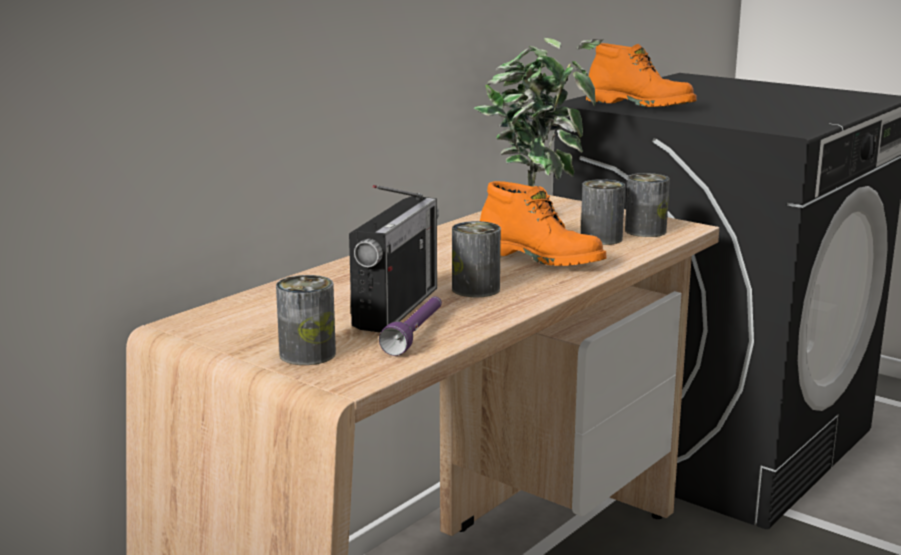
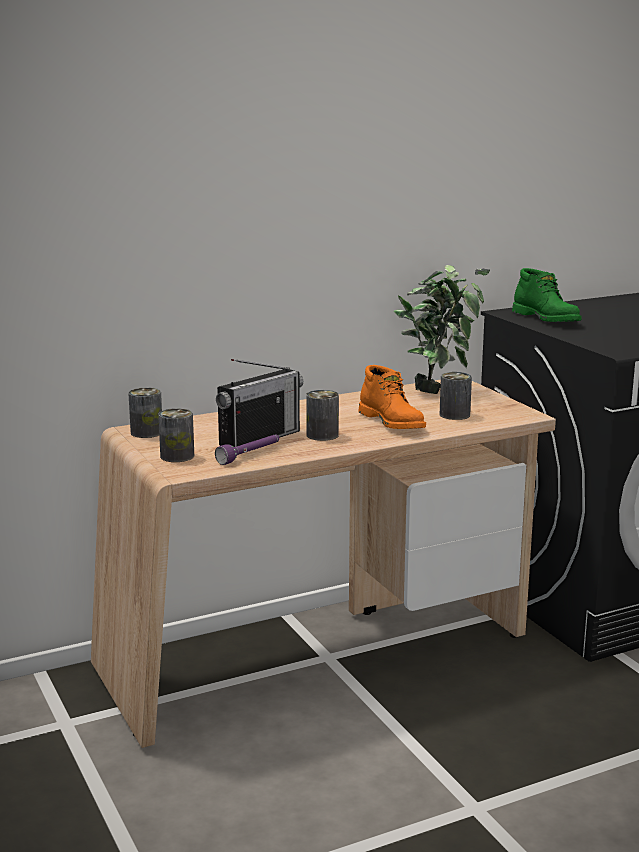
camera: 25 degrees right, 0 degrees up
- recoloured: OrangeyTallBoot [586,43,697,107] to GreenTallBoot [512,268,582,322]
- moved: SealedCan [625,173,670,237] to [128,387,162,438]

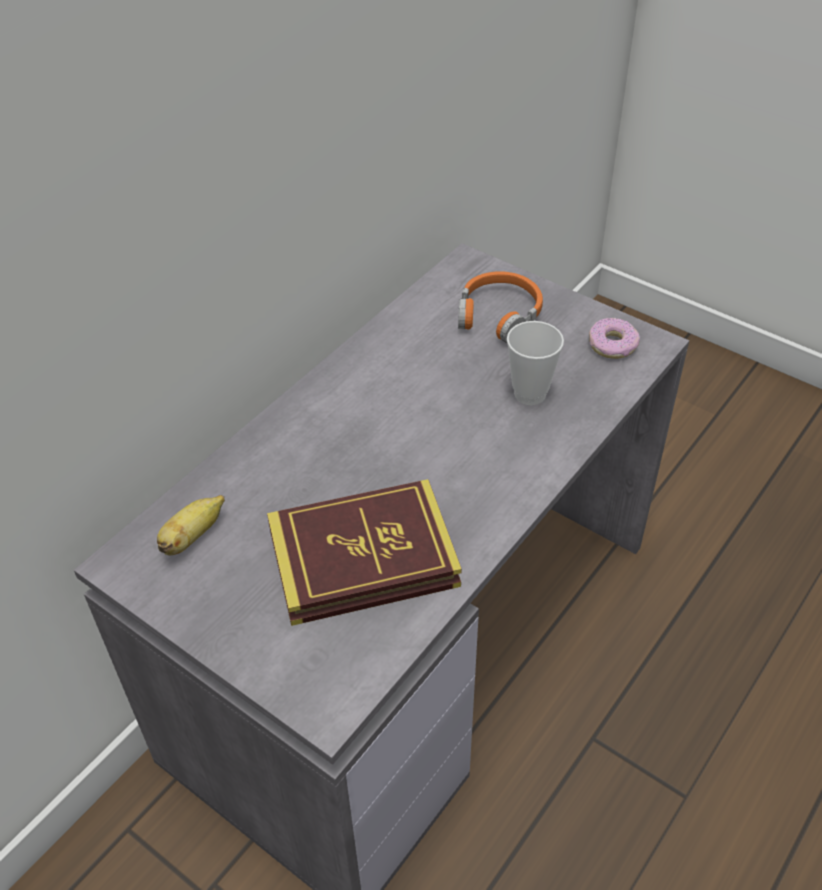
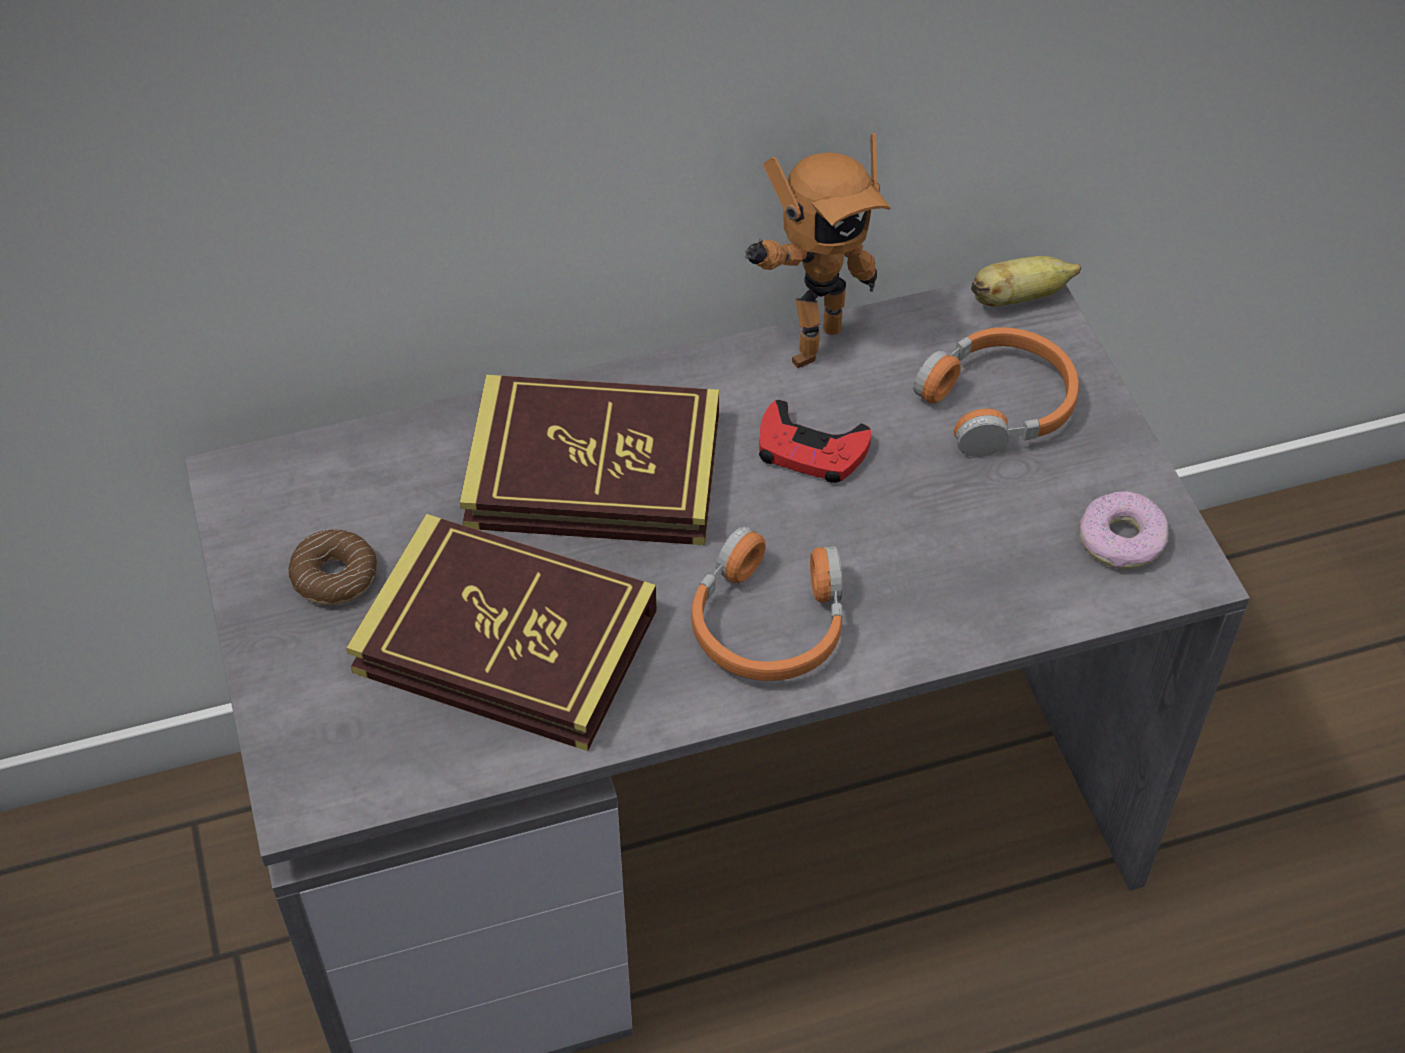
camera: 35 degrees right, 5 degrees up
- removed: DrinkingCup [507,321,564,405]
- moved: Banana [157,495,225,556] to [971,256,1081,307]
- added: ToyRobot [745,133,891,368]
- added: Volume [460,375,719,545]
- added: RedColouredGamepad [759,400,871,483]
- added: OrangeyHeadphones [691,526,843,681]
- added: Donut [288,530,377,605]

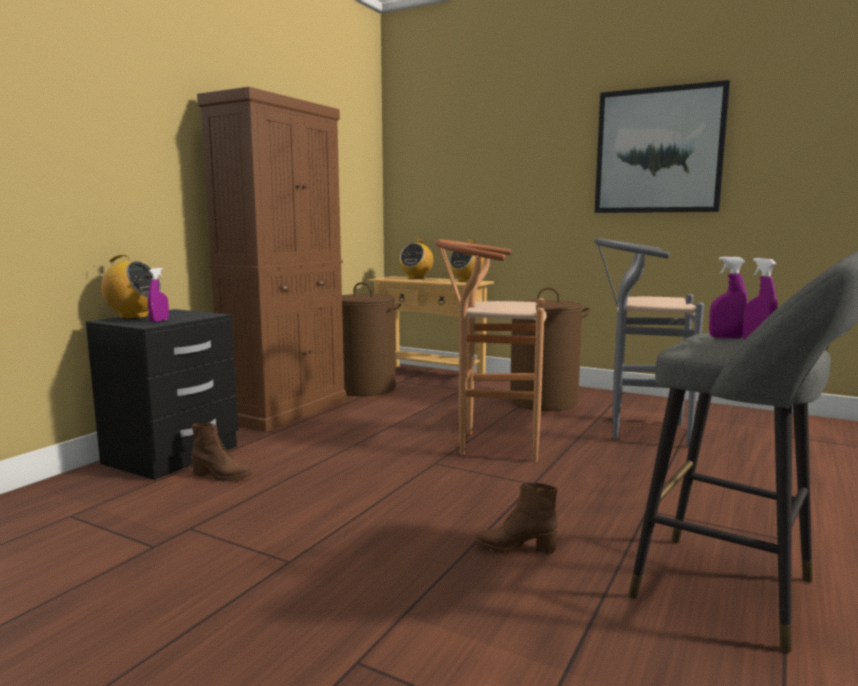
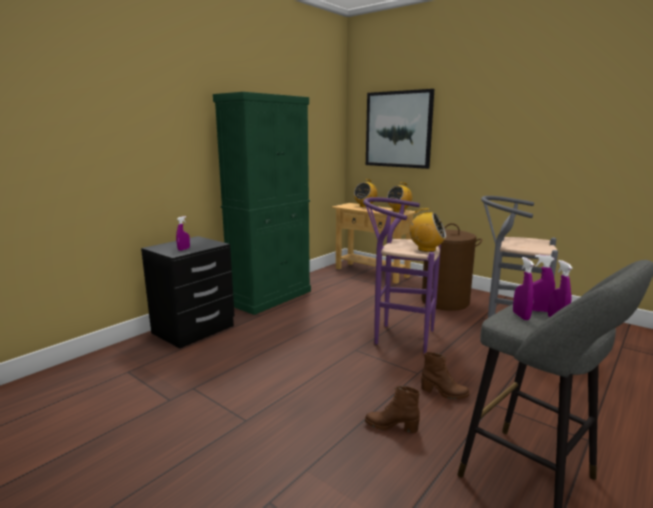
camera: 10 degrees right, 5 degrees up
- moved: Picture [595,80,730,213] to [366,89,434,169]
- recoloured: BrownColouredStorageCabinet [197,87,346,432] to GreenStorageCabinet [213,92,311,315]
- recoloured: BrownColouredStool [436,240,547,462] to PurpleStool [363,197,441,354]
- moved: RadioReceiver [94,255,161,319] to [408,208,446,252]
- removed: BrownColouredWashingBasket [342,282,401,396]
- moved: BrownColouredTallBoot [192,423,251,481] to [421,352,470,399]
- added: PurpleHandSprayer [513,257,534,320]

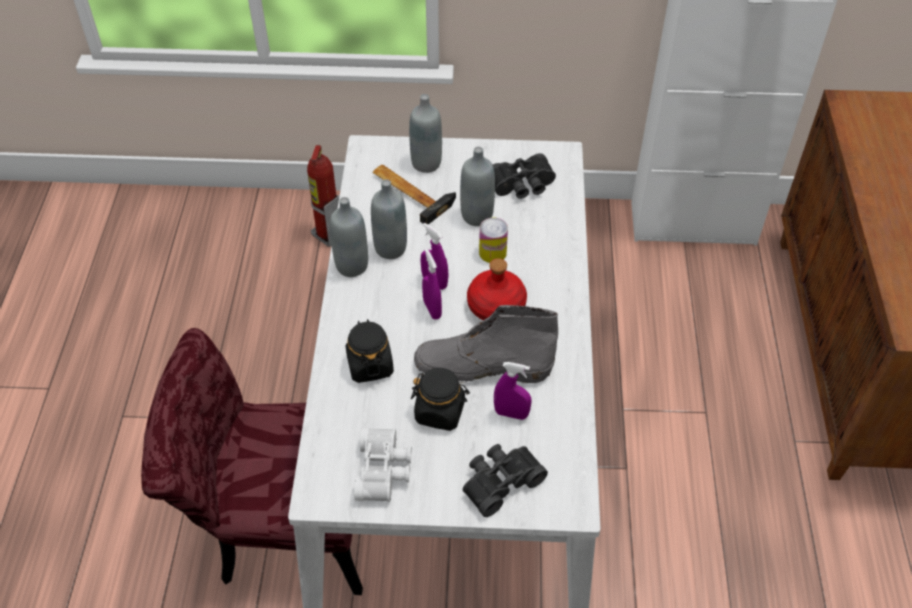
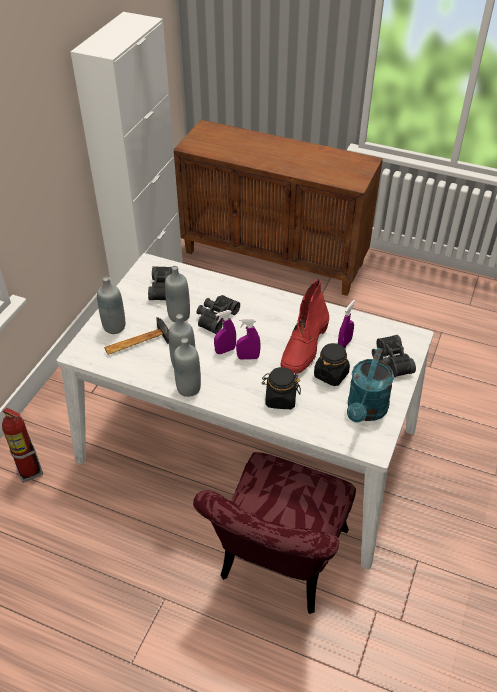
camera: 70 degrees left, 5 degrees down
- replaced: SealedCan [479,218,508,263] to BlackishBinoculars [197,295,240,334]
- removed: RedColouredBeverageBottle [467,258,527,320]
- recoloured: GrayTallBoot [414,305,558,383] to RedColouredTallBoot [280,279,329,374]
- replaced: WhitishBinoculars [354,428,412,502] to BlueGreenWateringPot [347,348,394,422]

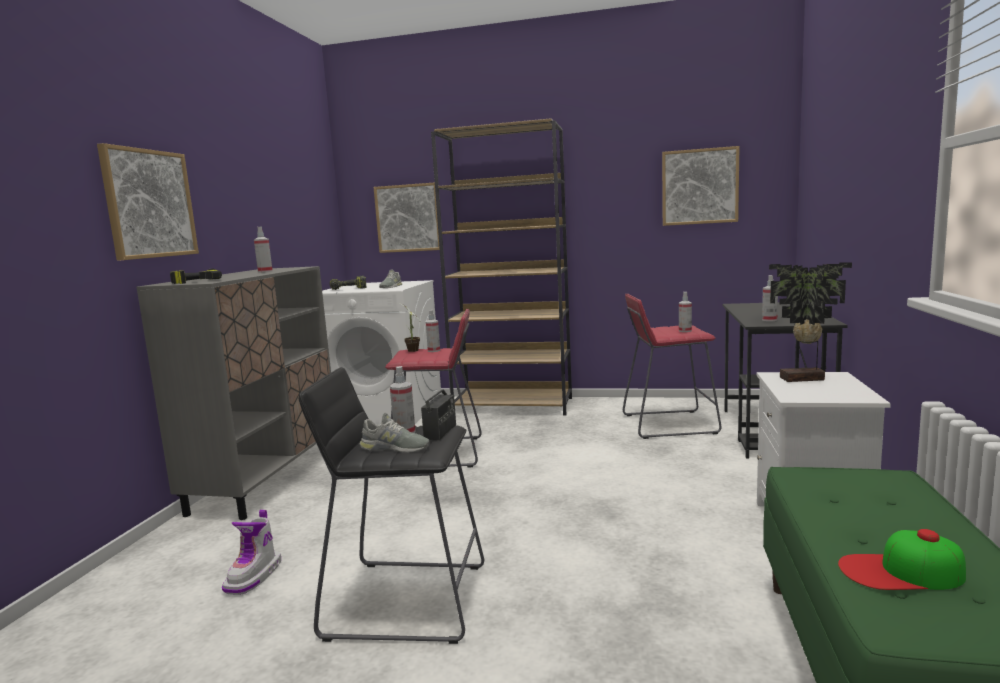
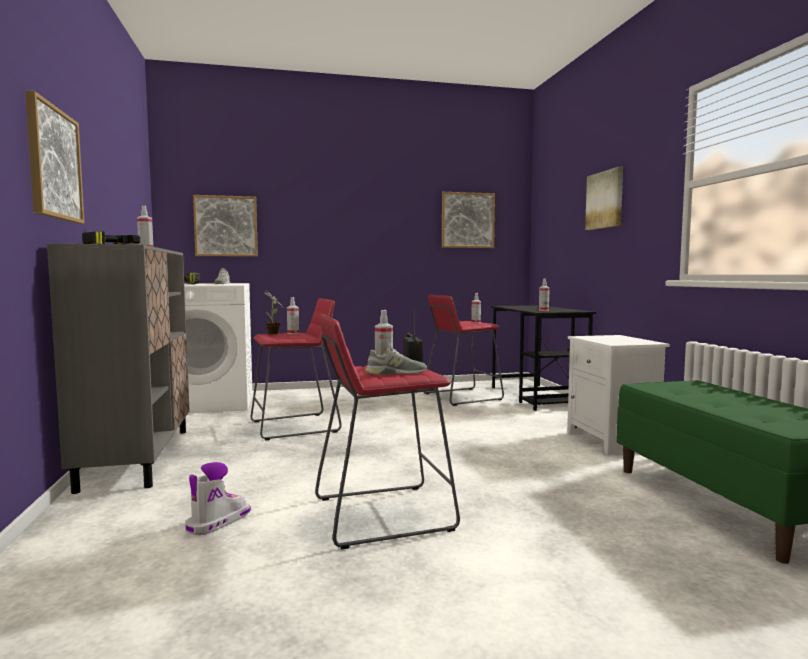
camera: 25 degrees left, 5 degrees down
- removed: BrownColouredBookcase [431,118,572,416]
- removed: PottedPlant [769,262,852,382]
- recoloured: BlackishStool [299,367,484,644] to RedColouredStool [315,314,460,549]
- turned: TallBoot [222,510,281,595] = [185,462,251,535] 135 degrees counterclockwise
- removed: Cap [838,529,966,590]
- added: Picture [585,166,623,230]

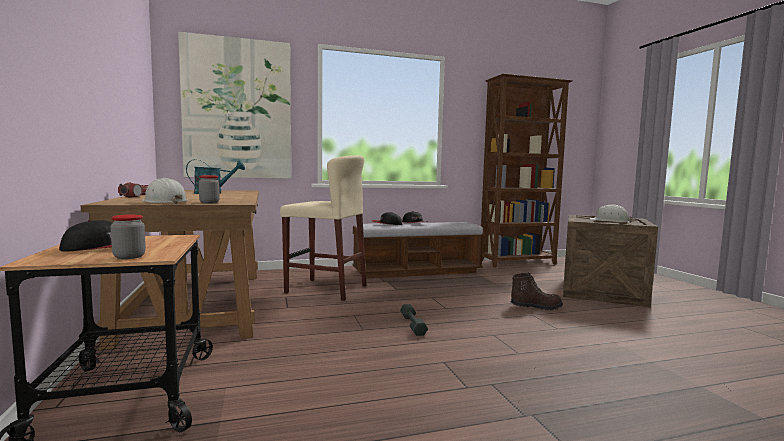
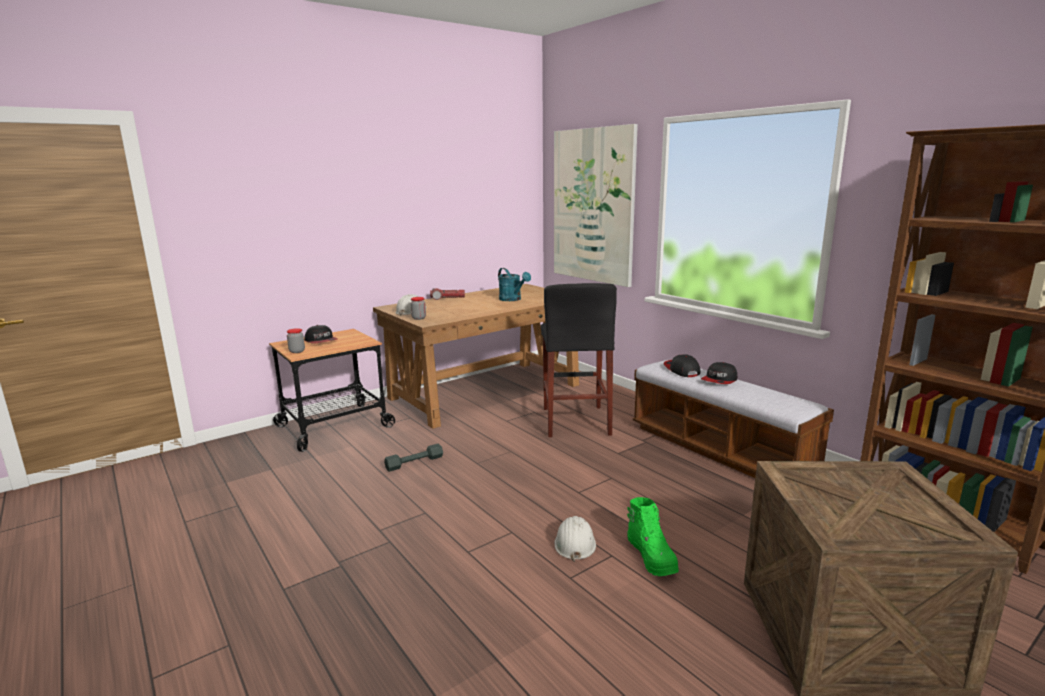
camera: 70 degrees right, 10 degrees up
- recoloured: SandColouredStool [280,155,367,301] to BlackishStool [541,283,617,437]
- moved: WhitishSafetyHelmet [590,205,633,222] to [554,516,596,562]
- recoloured: BrownColouredTallBoot [511,272,563,311] to GreenTallBoot [627,497,679,576]
- moved: GrayFreeWeight [400,304,428,336] to [384,444,443,472]

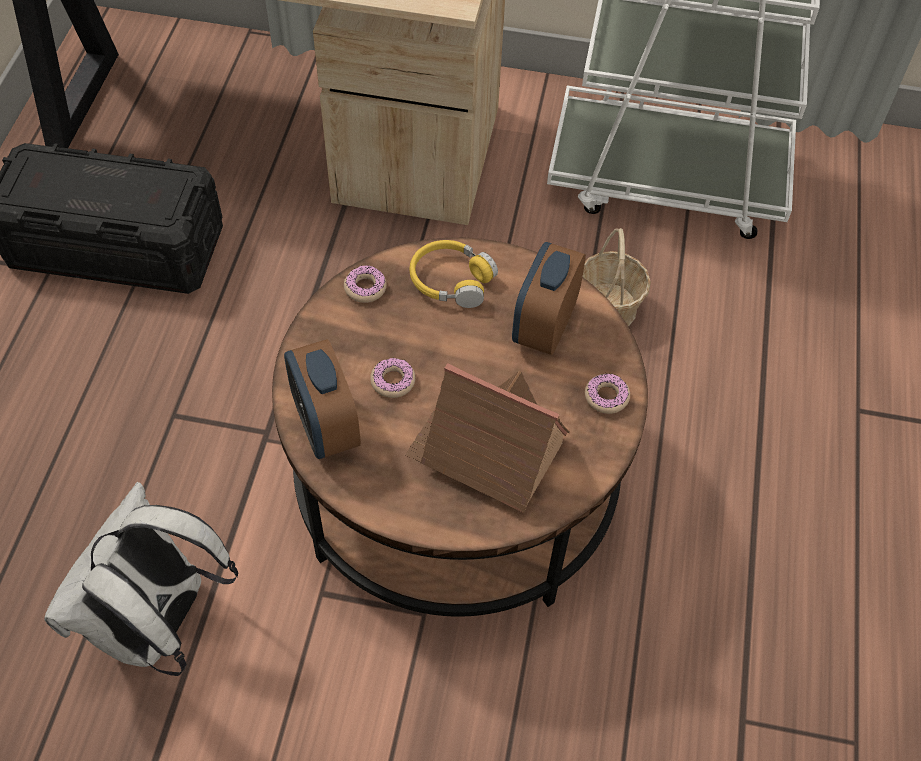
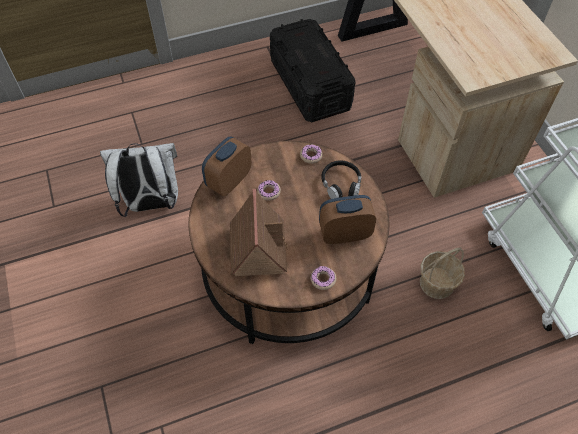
camera: 60 degrees right, 0 degrees up
- recoloured: YellowishHeadphones [410,240,498,308] to BlackishHeadphones [321,160,361,199]

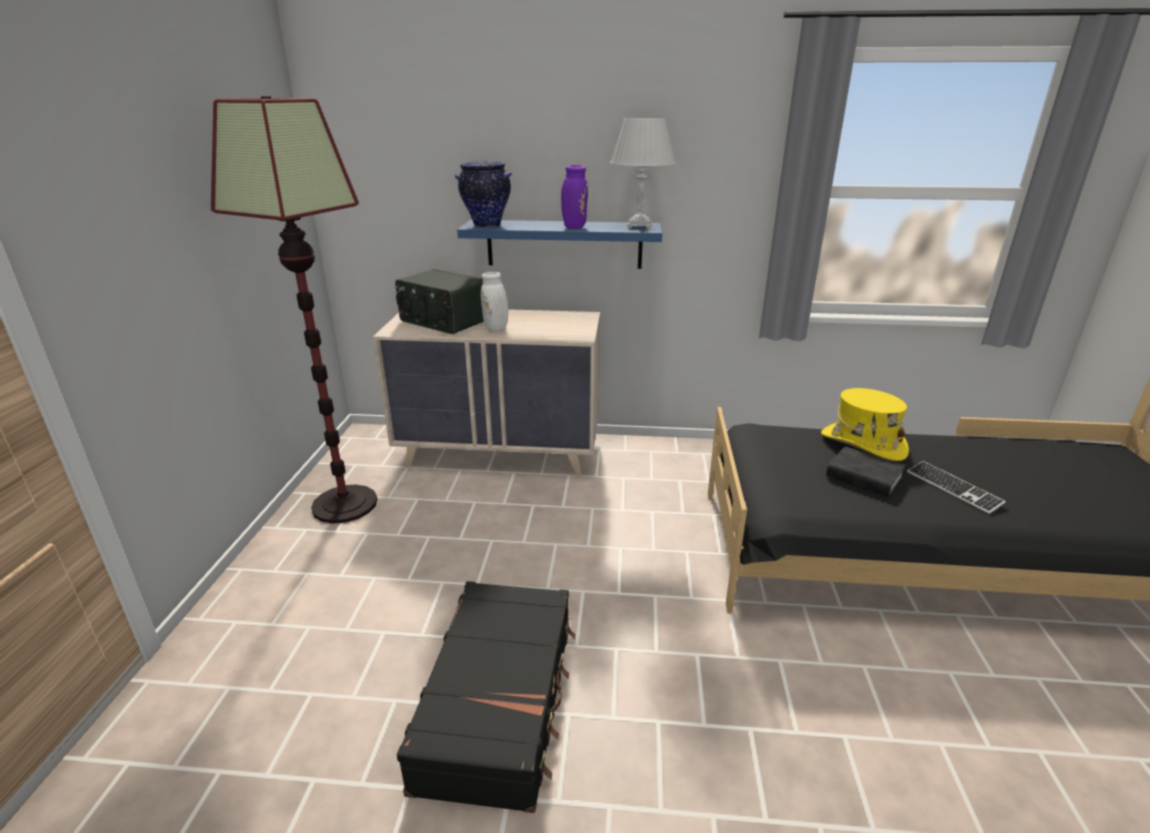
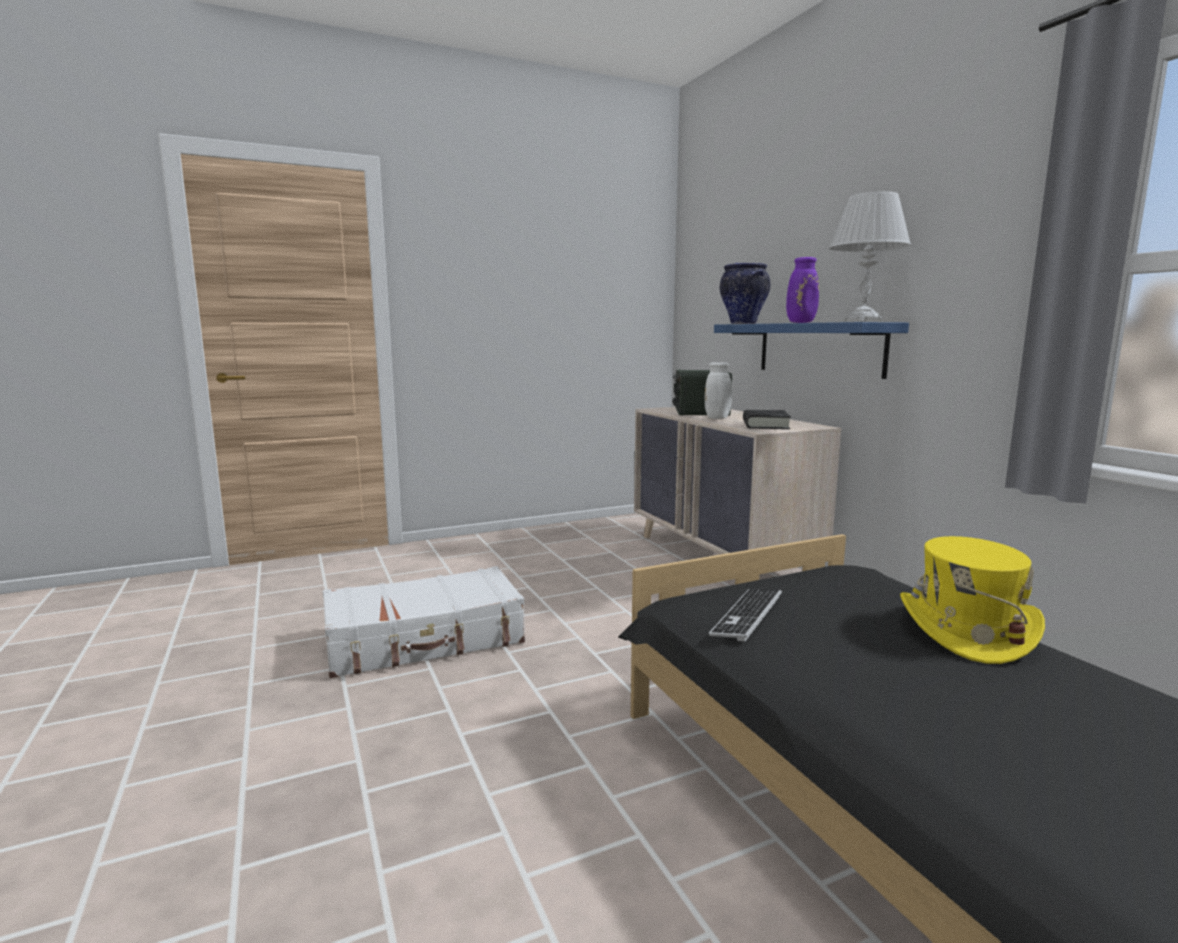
camera: 60 degrees right, 15 degrees down
- removed: StandardLamp [211,96,377,524]
- moved: BlackishVolume [826,446,906,497] to [743,409,791,429]
- moved: Keyboard [907,461,1006,514] to [709,589,782,641]
- recoloured: BlackishTravelCase [397,581,576,813] to WhitishTravelCase [323,566,525,678]

